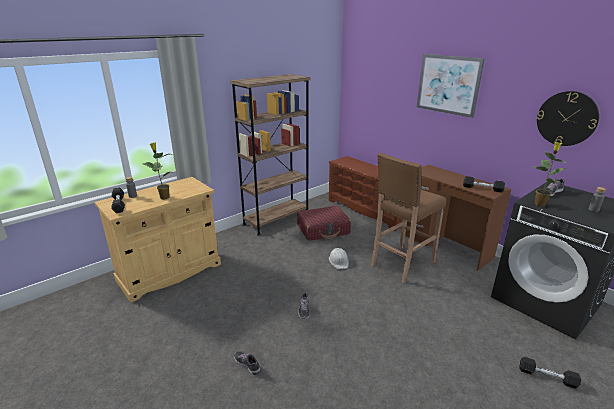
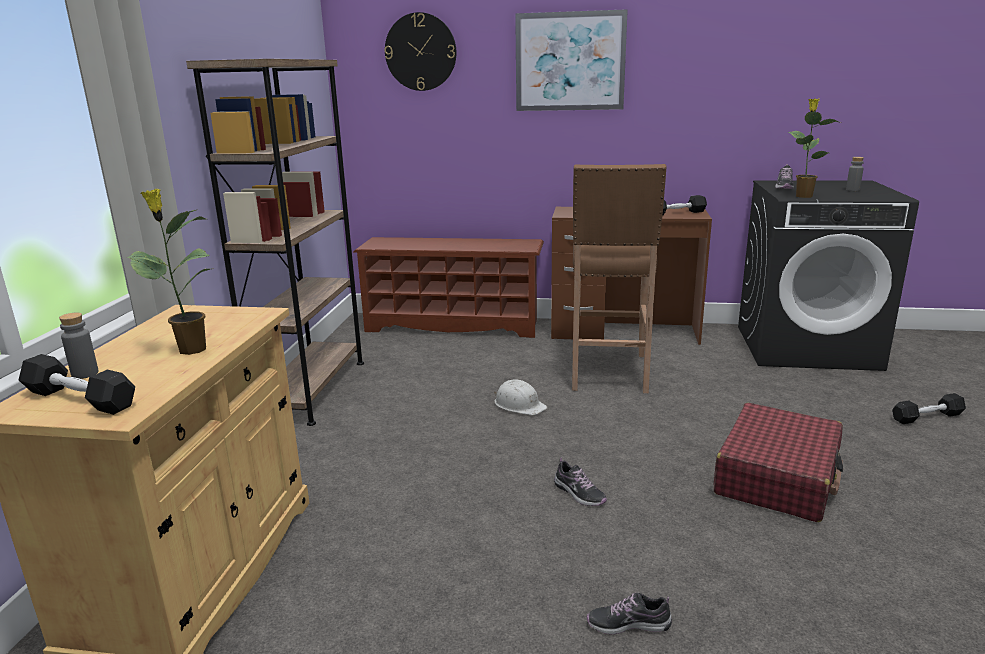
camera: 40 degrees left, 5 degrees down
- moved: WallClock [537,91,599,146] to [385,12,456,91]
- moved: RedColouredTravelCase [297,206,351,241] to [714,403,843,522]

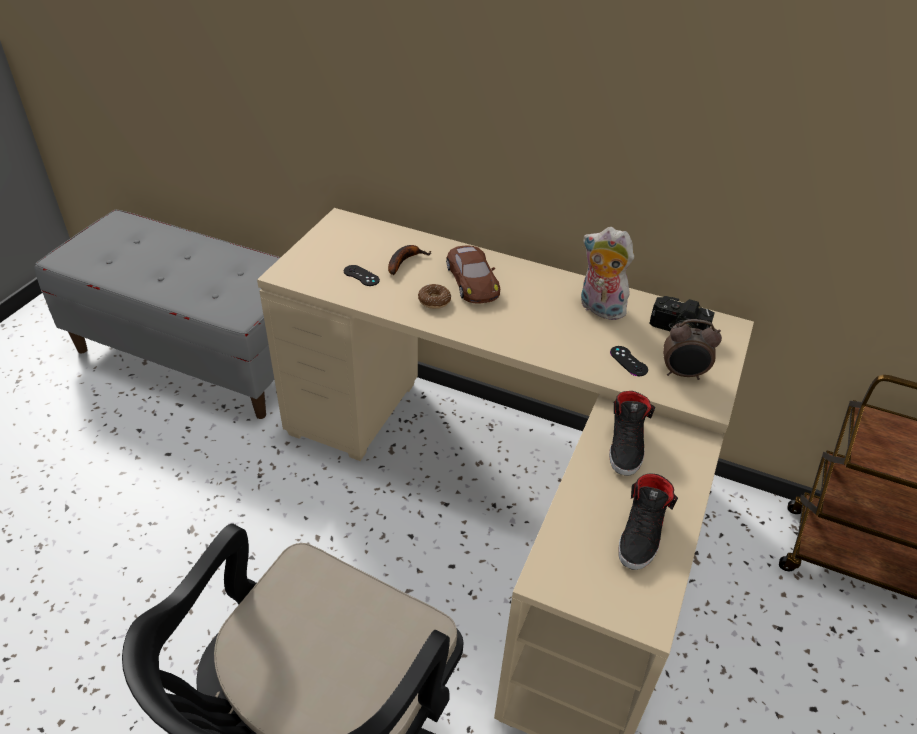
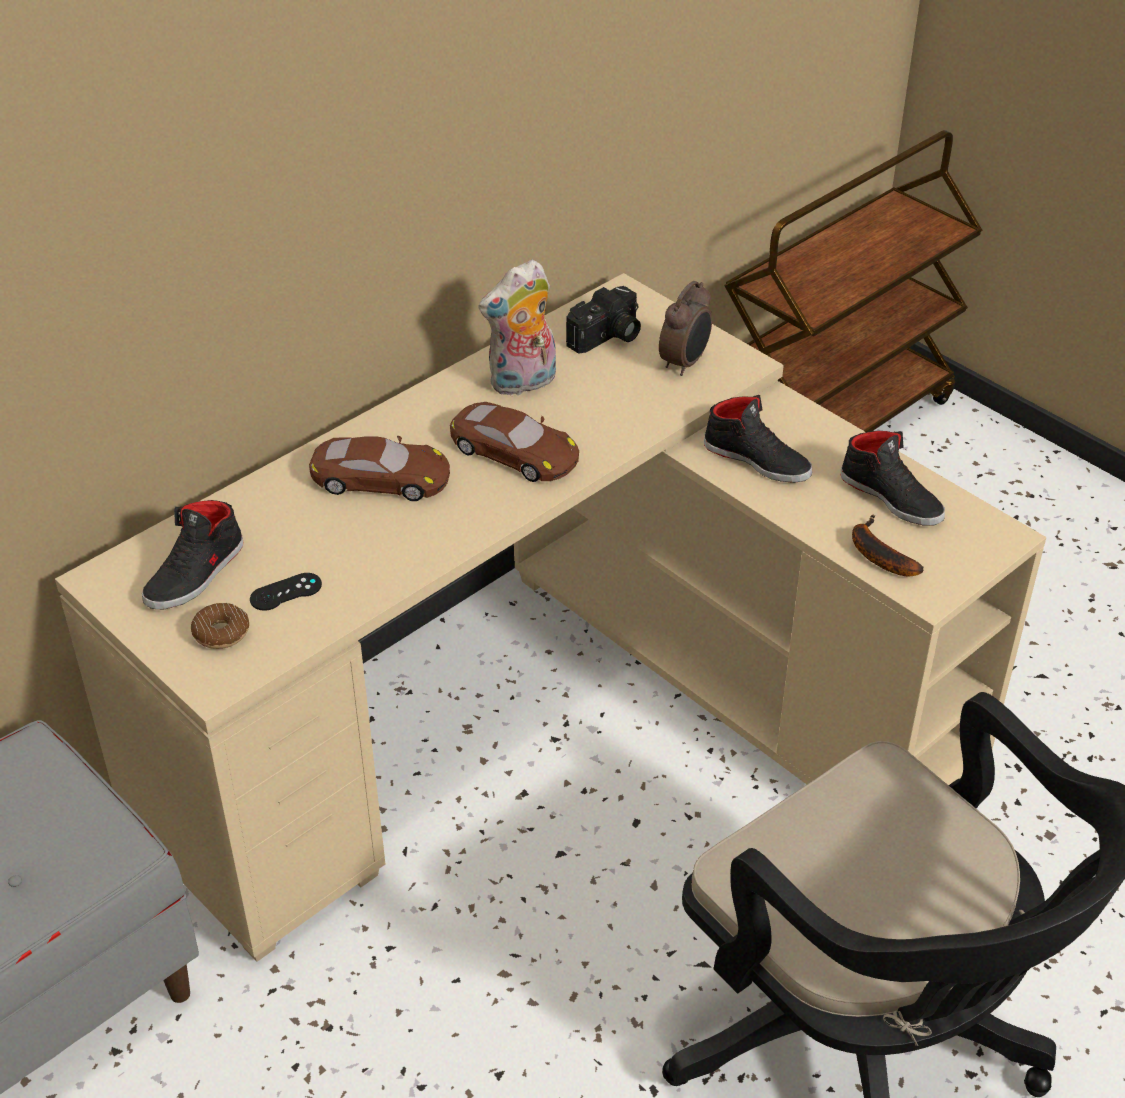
camera: 65 degrees left, 0 degrees up
- moved: Banana [388,245,431,275] to [852,514,923,576]
- moved: Donut [418,284,451,309] to [191,603,249,649]
- removed: BlackishGamepad [610,346,648,376]
- added: BrownColouredToyCar [450,402,579,482]
- added: BlackishLowShoe [142,500,243,609]

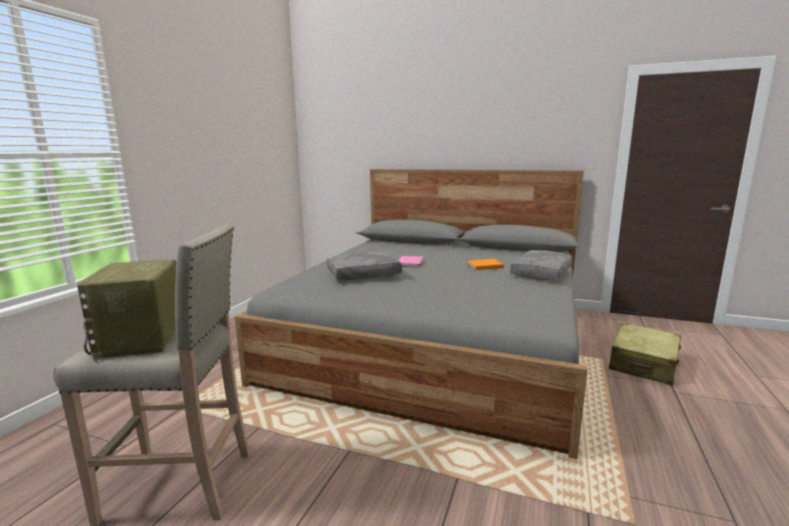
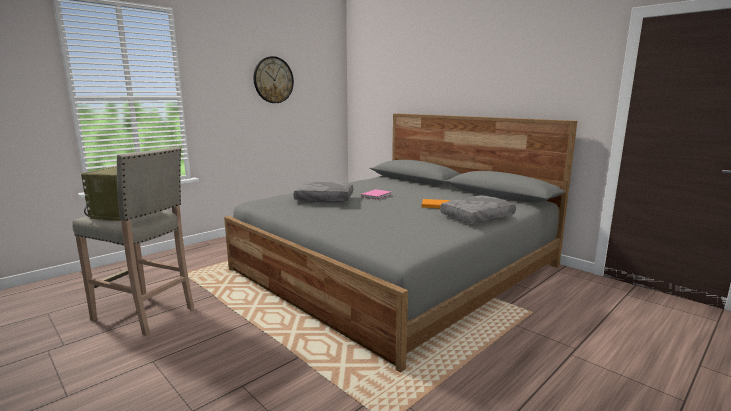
camera: 25 degrees right, 0 degrees up
- removed: SandColouredTravelCase [609,323,681,386]
- added: WallClock [253,56,294,103]

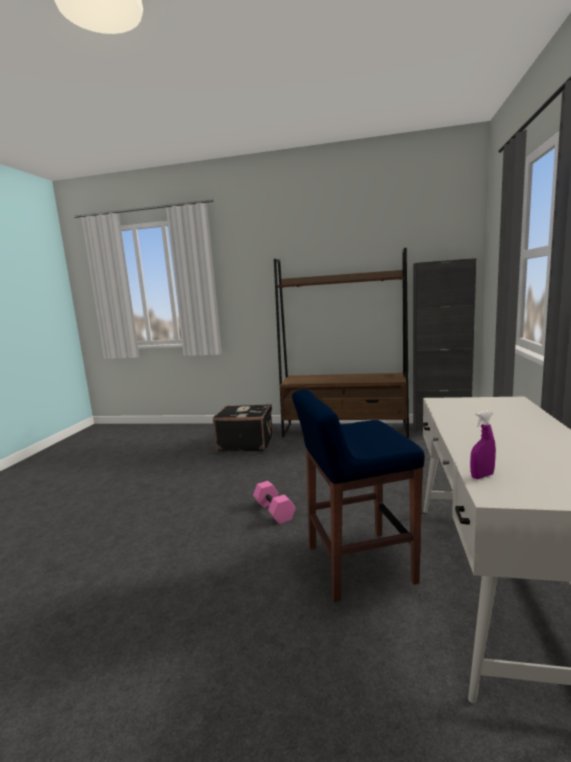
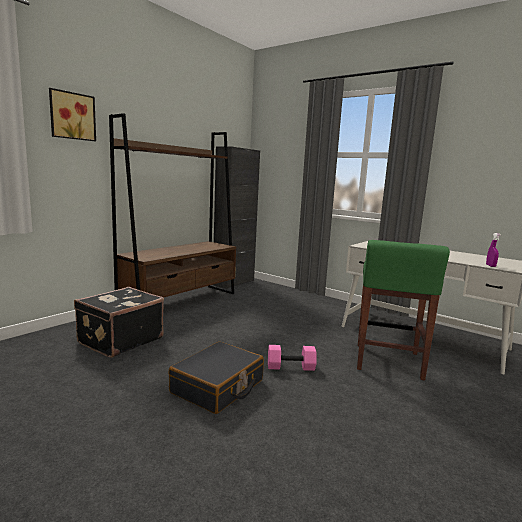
camera: 65 degrees left, 0 degrees up
- recoloured: BlueStool [292,389,424,602] to GreenStool [357,240,450,381]
- added: Picture [49,88,96,141]
- added: BlackishTravelCase [168,341,264,414]

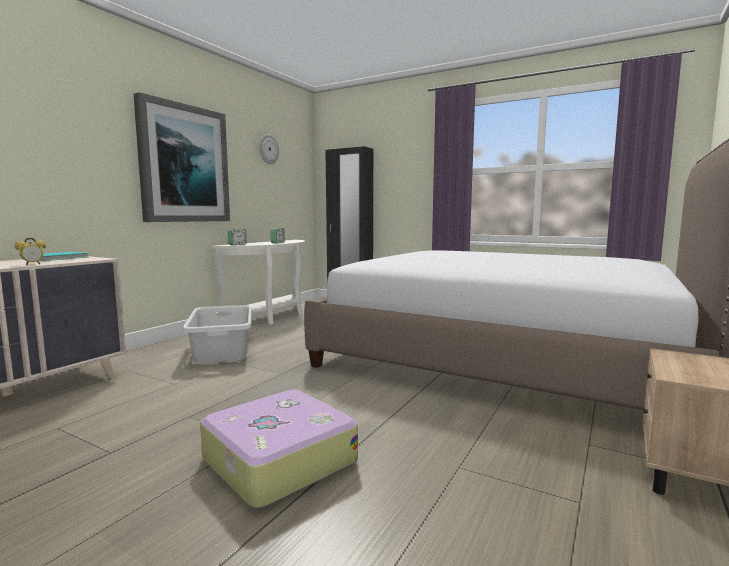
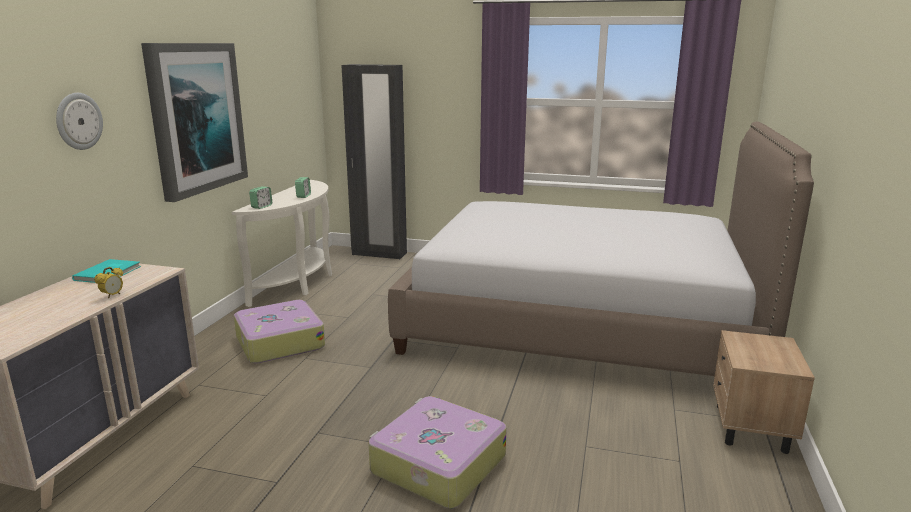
camera: 15 degrees left, 10 degrees up
- moved: WallClock [259,135,279,164] to [56,93,103,150]
- replaced: GrayWashingBasket [183,305,252,363] to TravelCase [234,300,325,364]

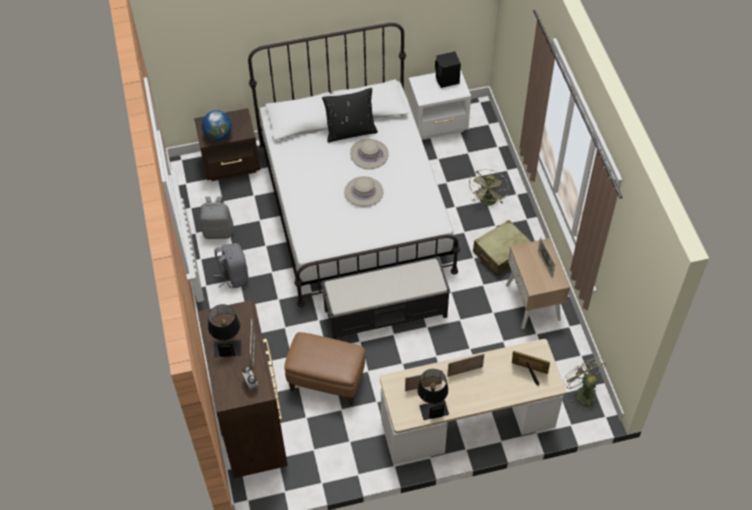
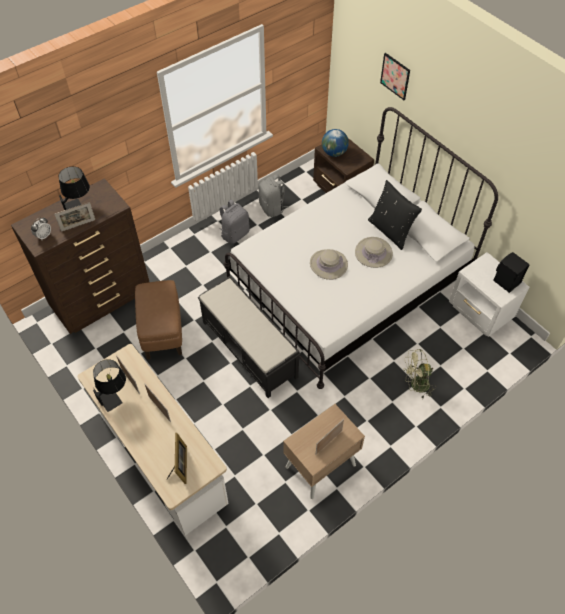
camera: 65 degrees right, 0 degrees up
- removed: SandColouredTravelCase [473,220,531,276]
- removed: GreenCoolingFan [563,357,606,411]
- added: Picture [380,53,410,100]

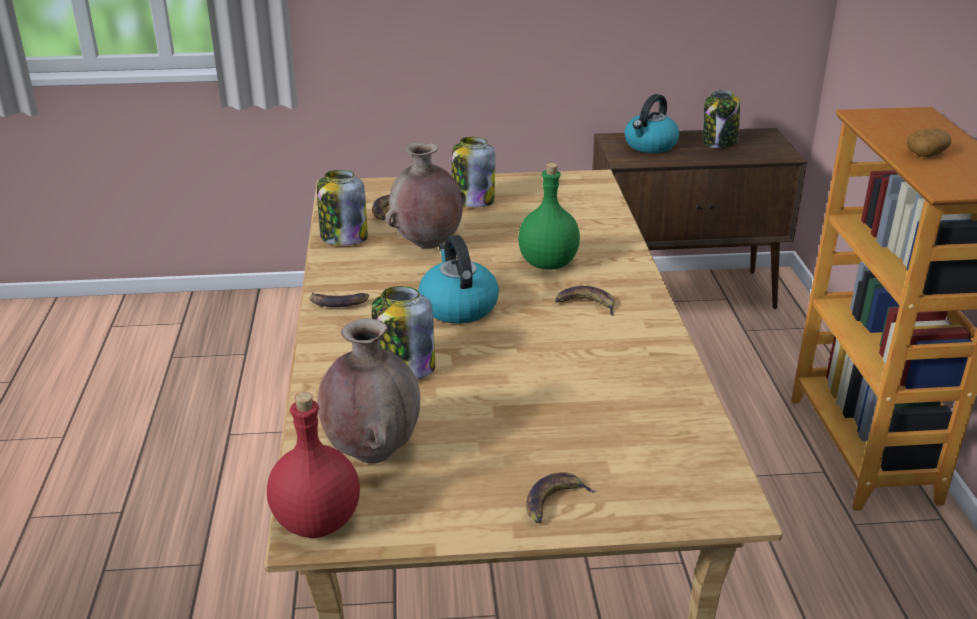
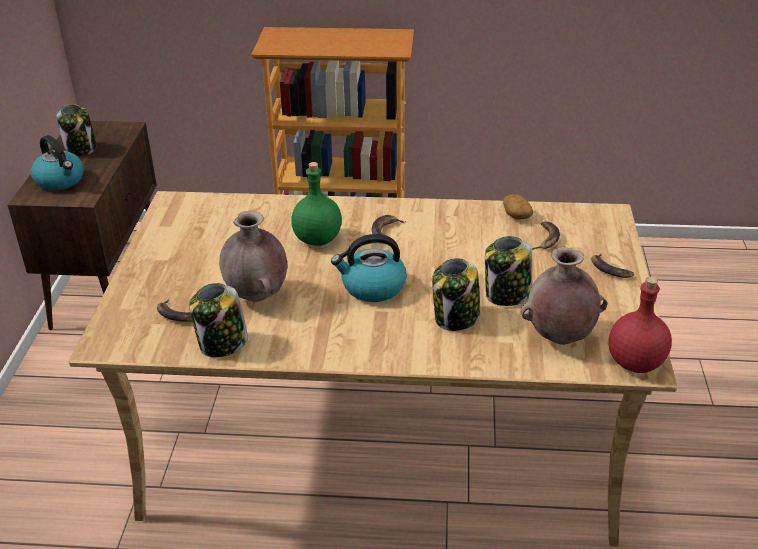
camera: 80 degrees left, 5 degrees up
- moved: Spud [907,128,951,157] to [503,194,533,220]
- moved: Jar [452,137,495,207] to [485,236,532,306]
- moved: Banana [309,292,369,307] to [531,222,560,250]

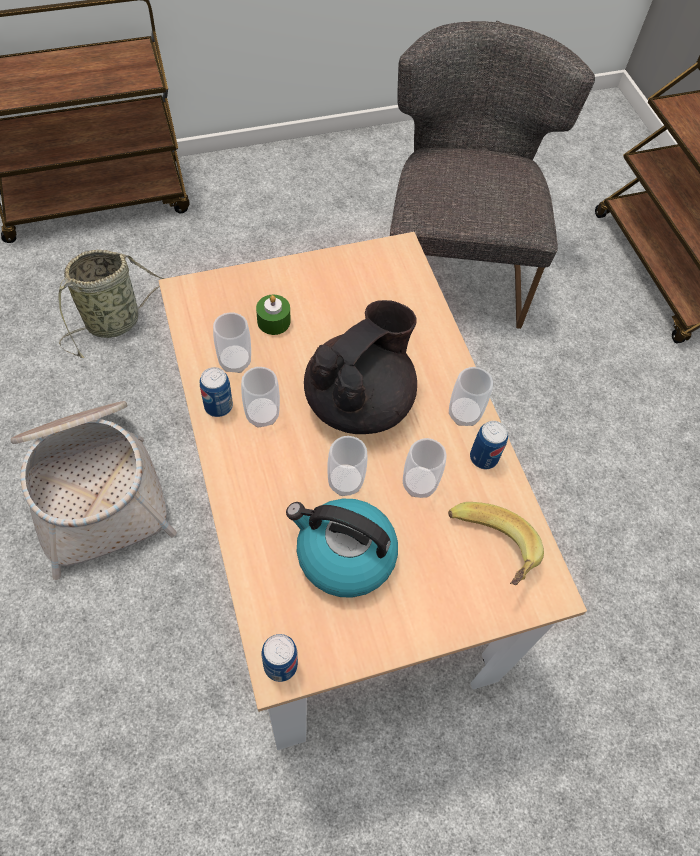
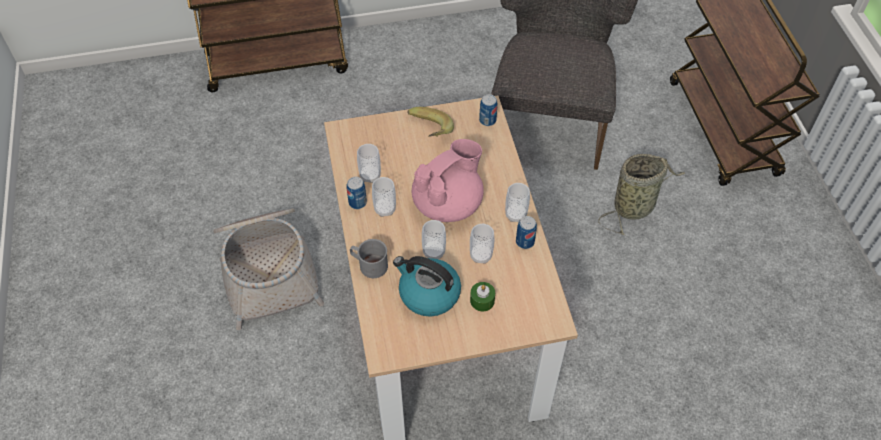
camera: 10 degrees right, 5 degrees down
- moved: HouseholdBasket [58,249,180,358] to [598,154,685,235]
- moved: GreenCandle [256,295,291,335] to [470,282,495,312]
- recoloured: BlackishPotForTea [304,300,417,434] to PinkColouredPotForTea [412,139,484,222]
- moved: Banana [448,502,544,585] to [407,107,454,137]
- moved: SealedCan [261,634,298,682] to [479,94,498,126]
- added: GrayCoffeeMug [350,239,388,278]

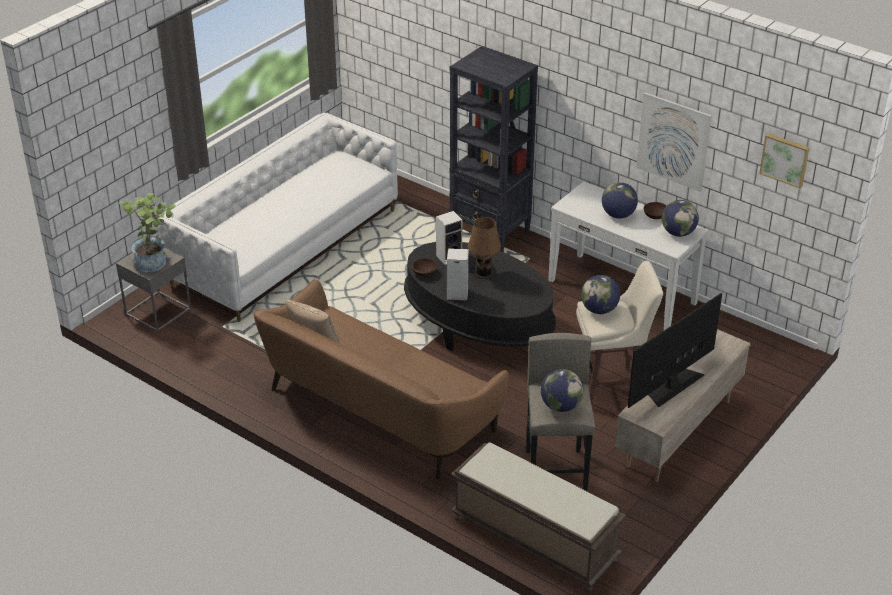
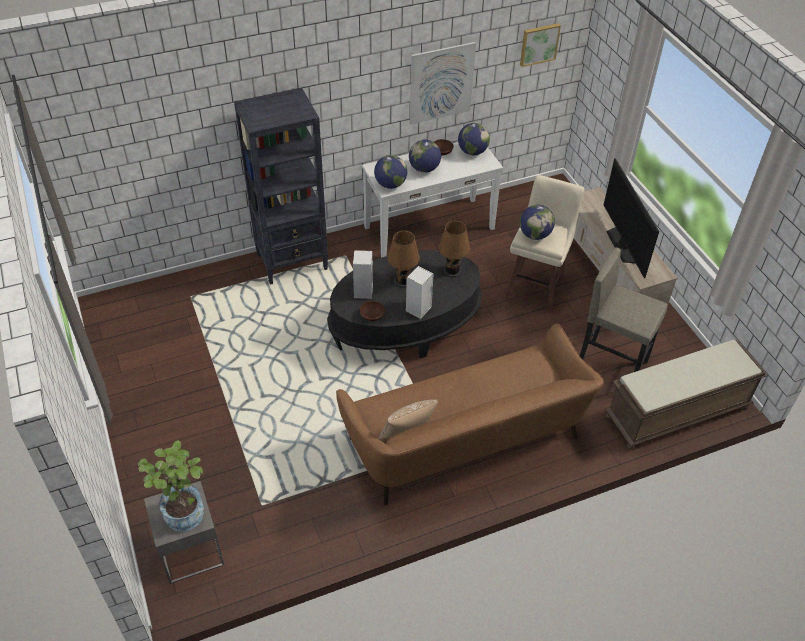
camera: 60 degrees left, 10 degrees up
- removed: WhitishCouch [158,113,398,322]
- moved: WorldGlobe [541,369,583,412] to [374,155,407,189]
- added: BrownColouredTabletopLamp [438,221,474,292]

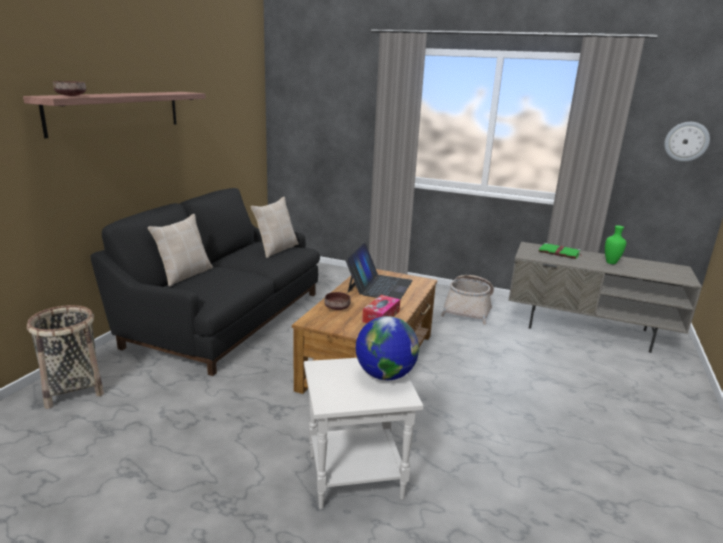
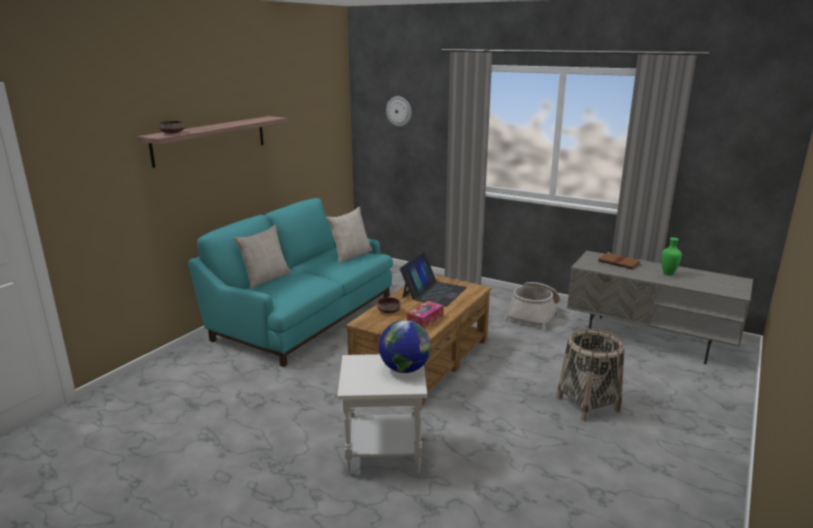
camera: 10 degrees right, 0 degrees up
- moved: WallClock [664,122,710,162] to [386,96,412,127]
- recoloured: BlackishCouch [90,188,320,376] to BlueGreenCouch [188,198,393,367]
- recoloured: GreenVolume [539,243,583,259] to BrownColouredVolume [598,252,642,270]
- moved: HouseholdBasket [27,305,104,409] to [556,329,624,421]

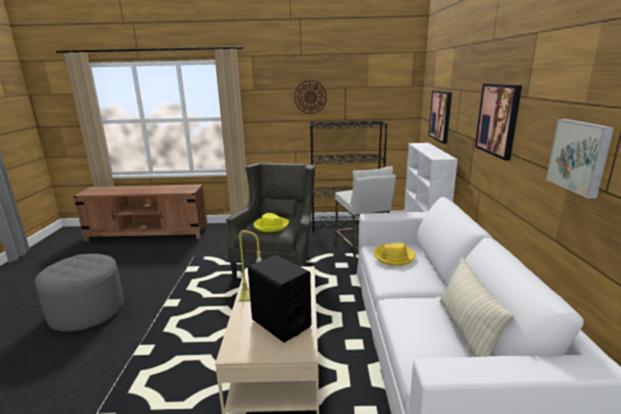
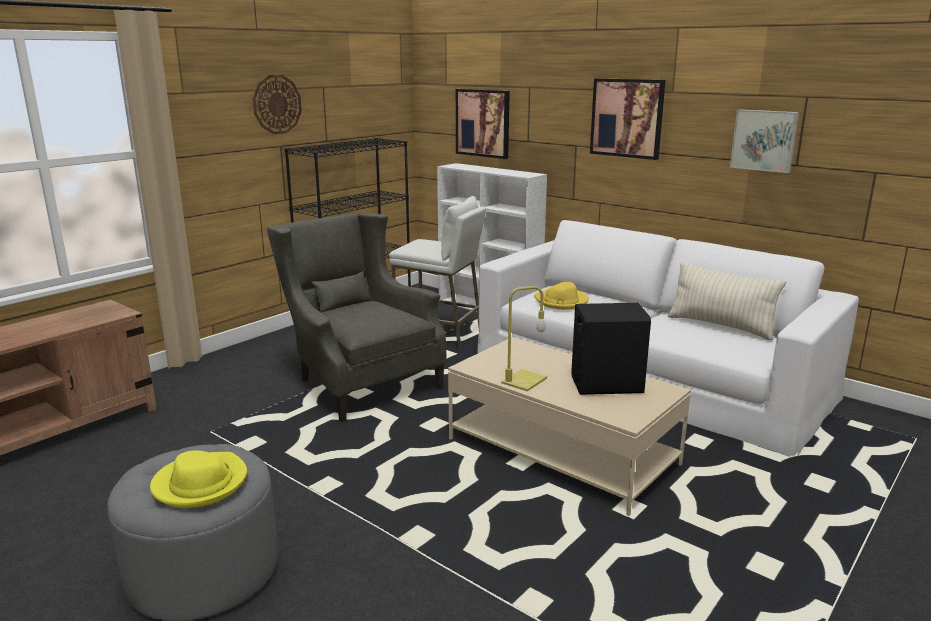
camera: 50 degrees left, 0 degrees up
- moved: YellowishHat [253,213,289,232] to [150,450,247,508]

